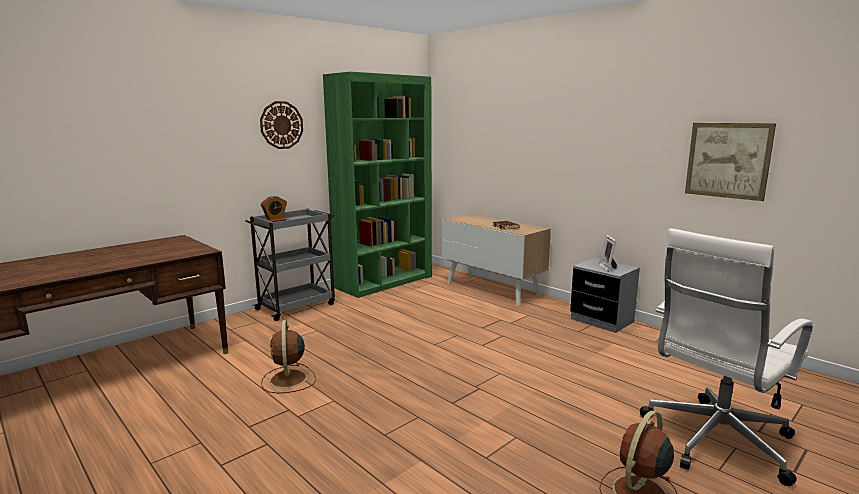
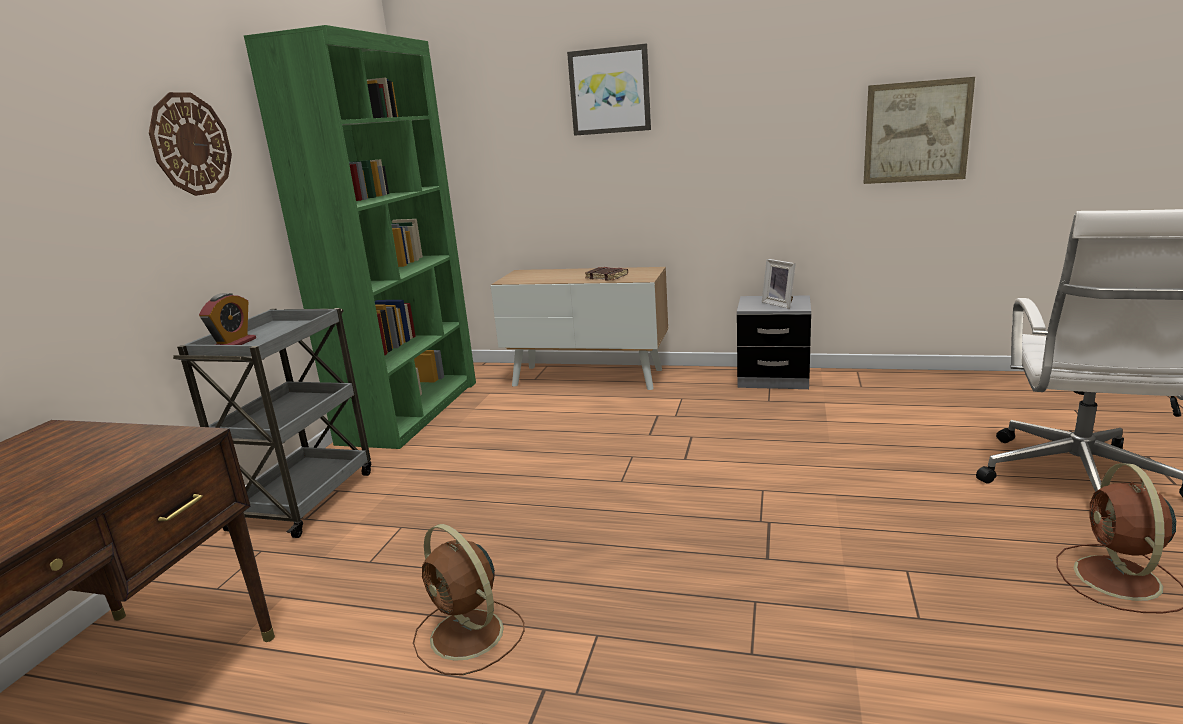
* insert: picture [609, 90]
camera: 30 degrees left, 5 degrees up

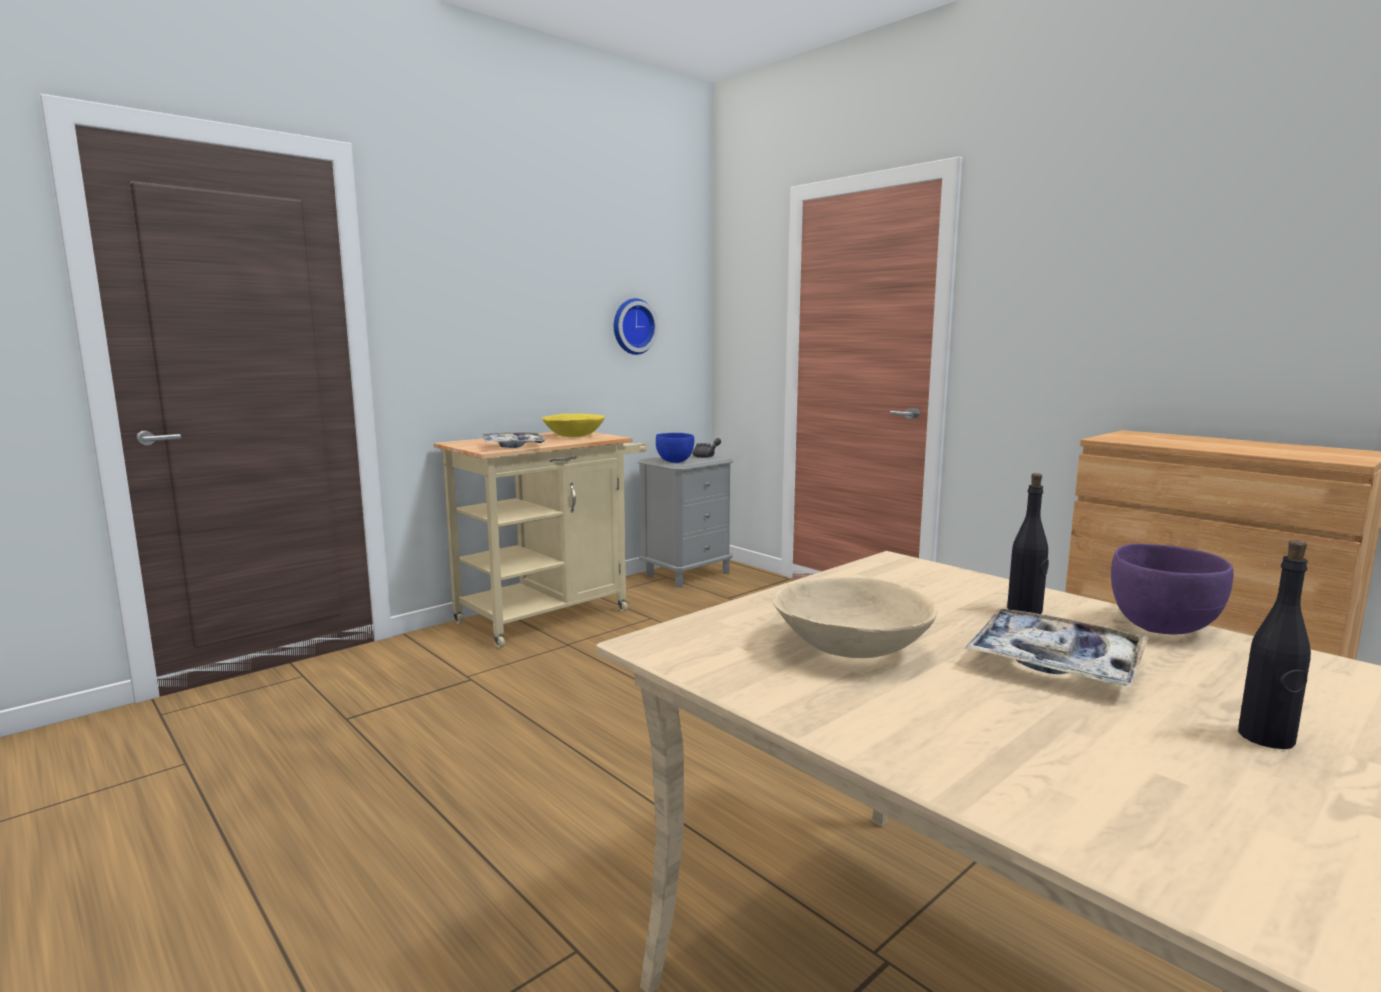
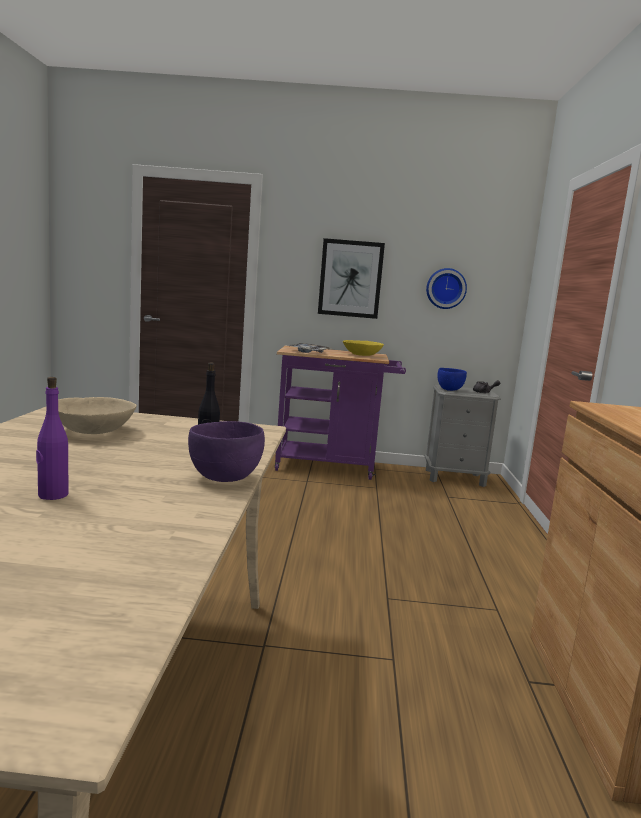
* recolor: black bottle [1274, 644] to purple bottle [52, 438]
* recolor: beige cart [540, 540] to purple cart [340, 413]
* insert: picture [351, 278]
* delete: tray [1057, 647]
camera: 45 degrees right, 0 degrees up

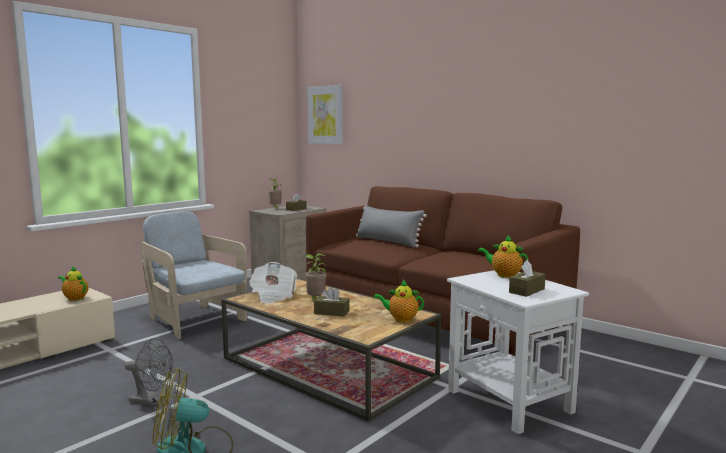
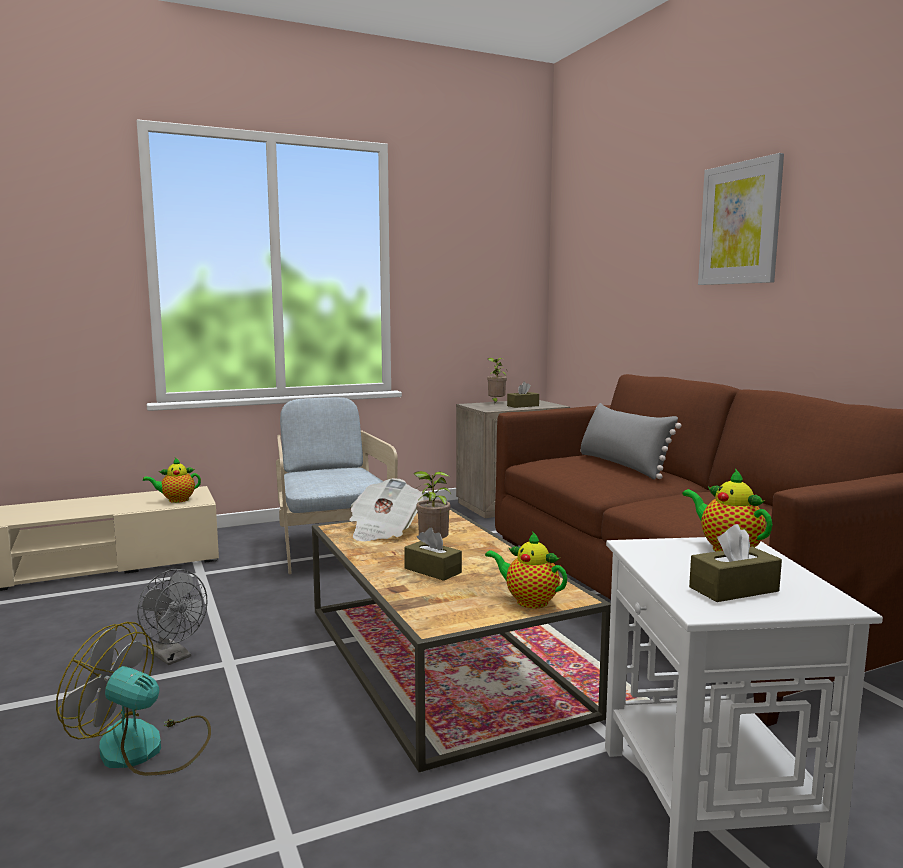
* rotate: teapot [73, 283] = [172, 480] 75 degrees counterclockwise
* move: picture [325, 114] to [741, 219]
camera: 25 degrees right, 0 degrees up

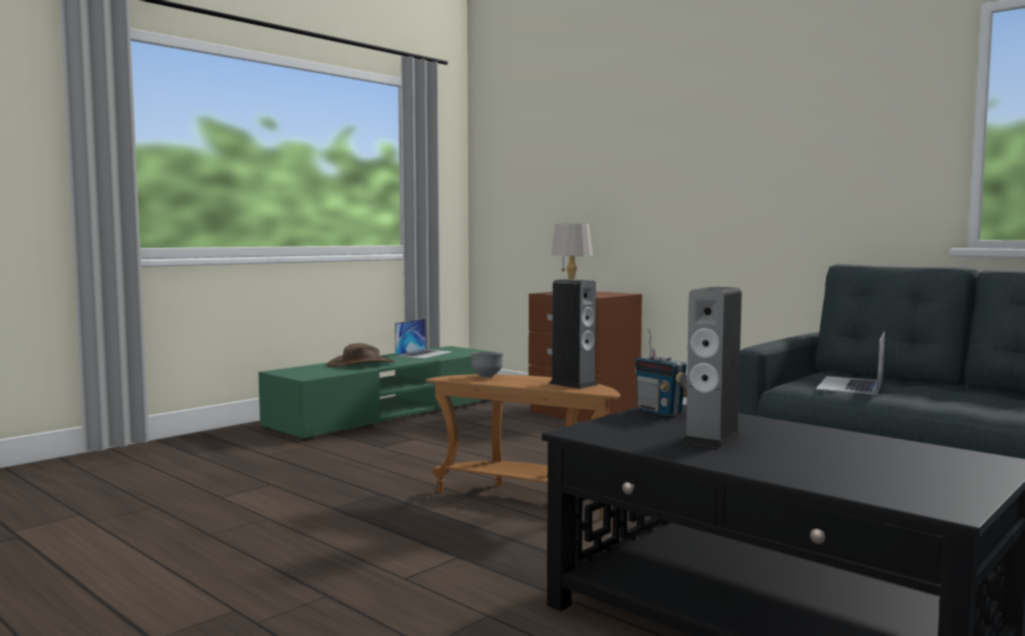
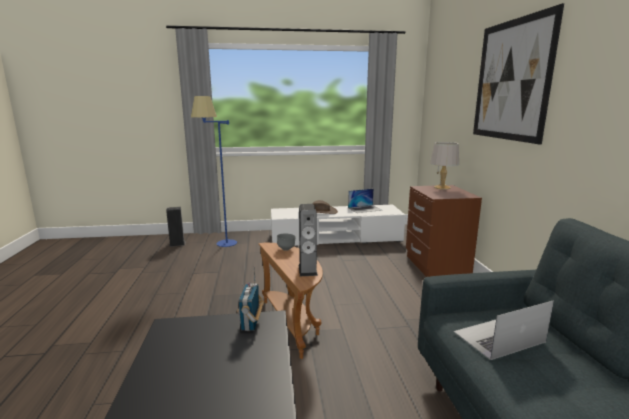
* move: speaker [712, 368] to [175, 227]
* insert: blue floor lamp [214, 171]
* recolor: green tv stand [377, 393] to white tv stand [338, 225]
* insert: picture [518, 74]
camera: 40 degrees right, 10 degrees up

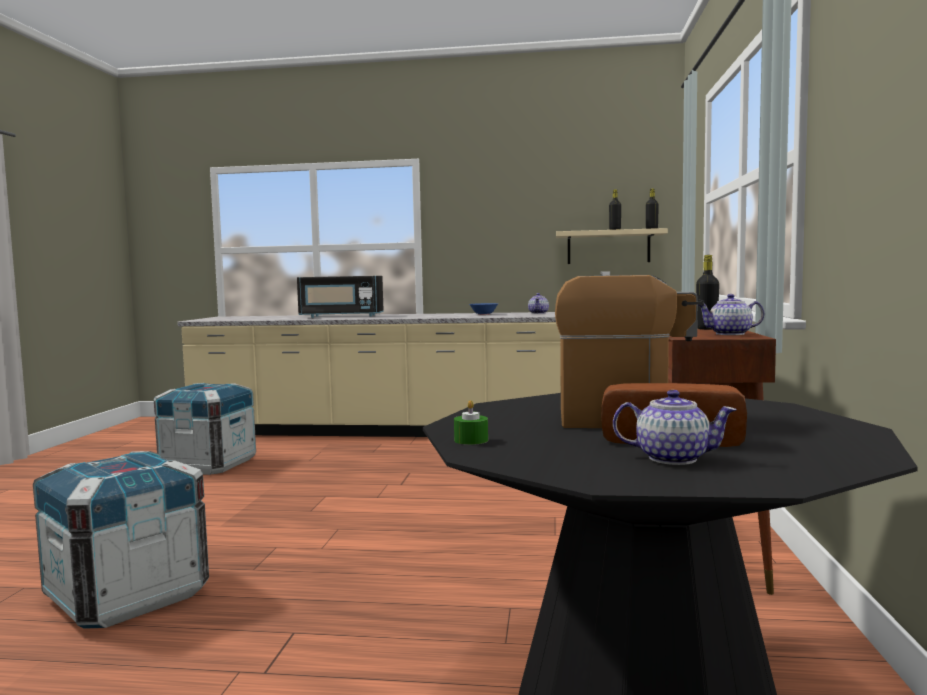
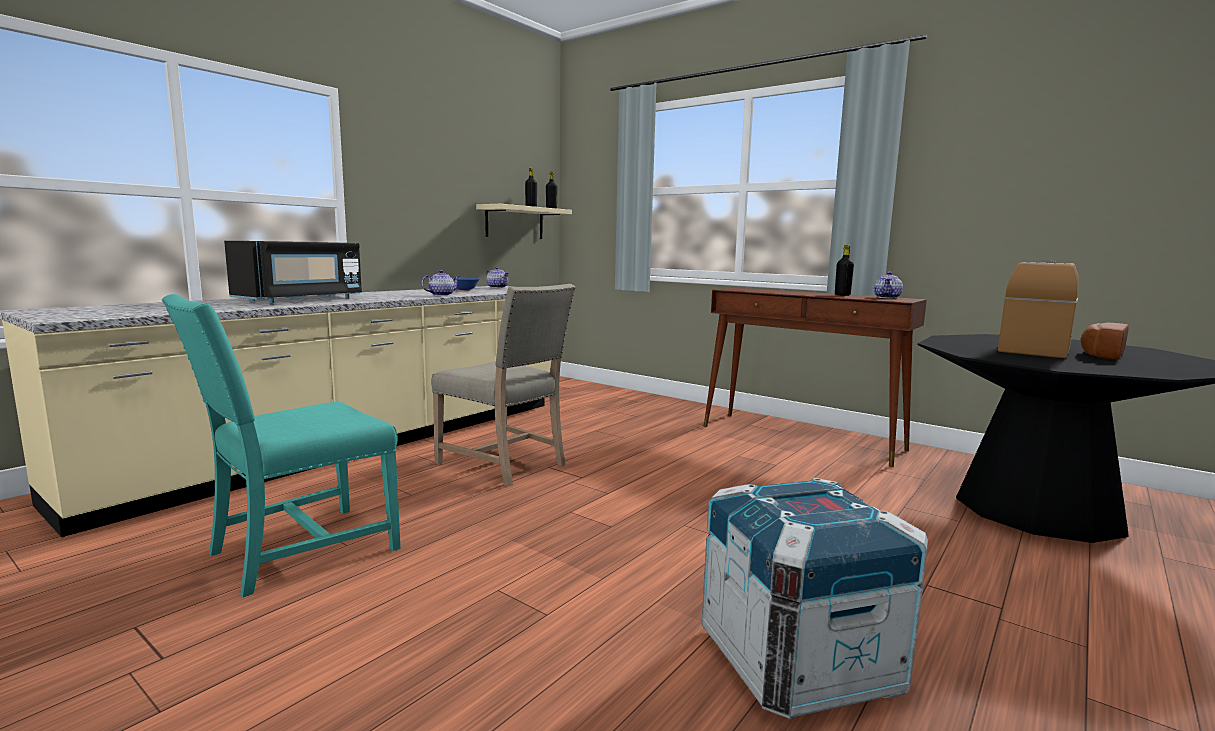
* replace: crate [205, 429] to turquoise chair [281, 445]
* move: teapot [675, 427] to [441, 283]
* insert: beige chair [503, 385]
* delete: green candle [471, 422]
camera: 60 degrees left, 5 degrees up

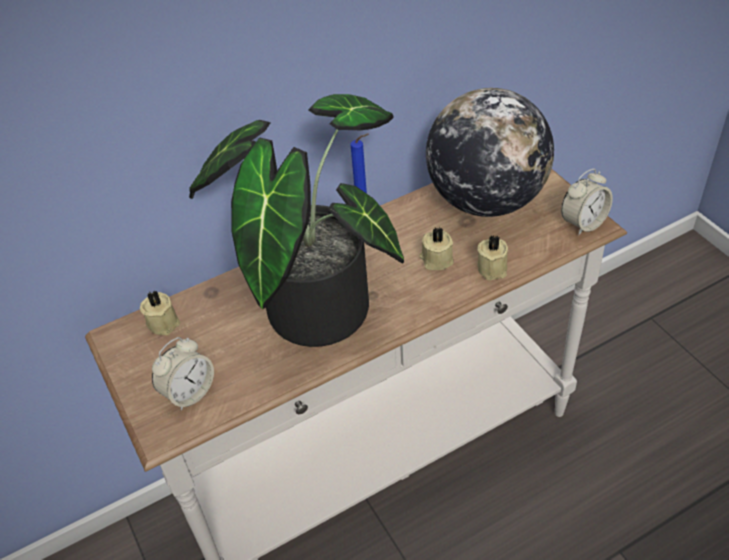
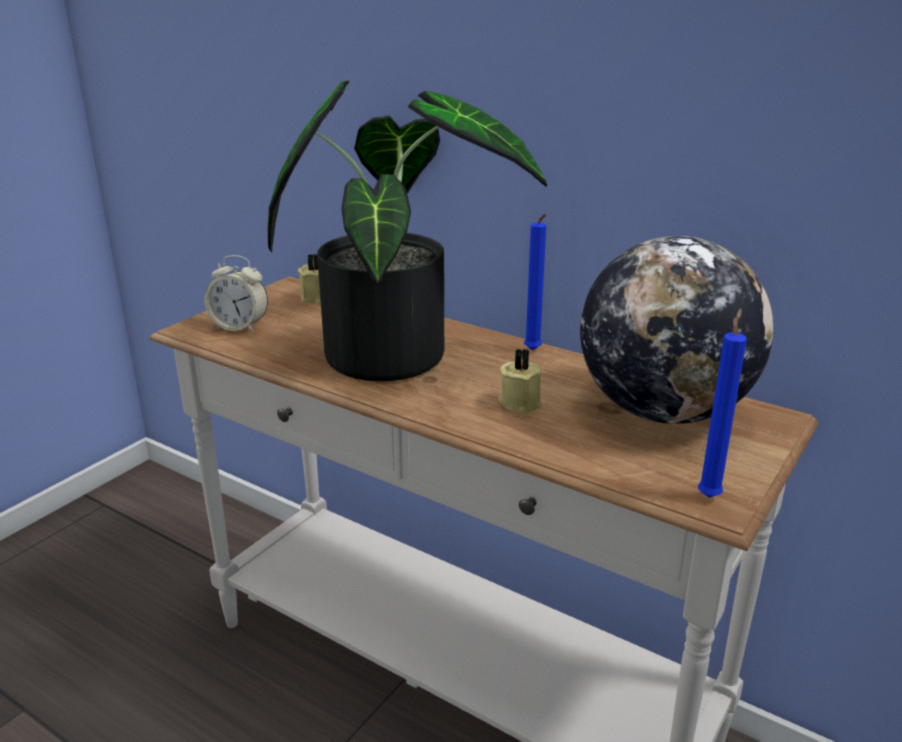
* replace: alarm clock [587, 202] to blue candle [722, 403]
* delete: beige candle [492, 257]
camera: 60 degrees right, 20 degrees down

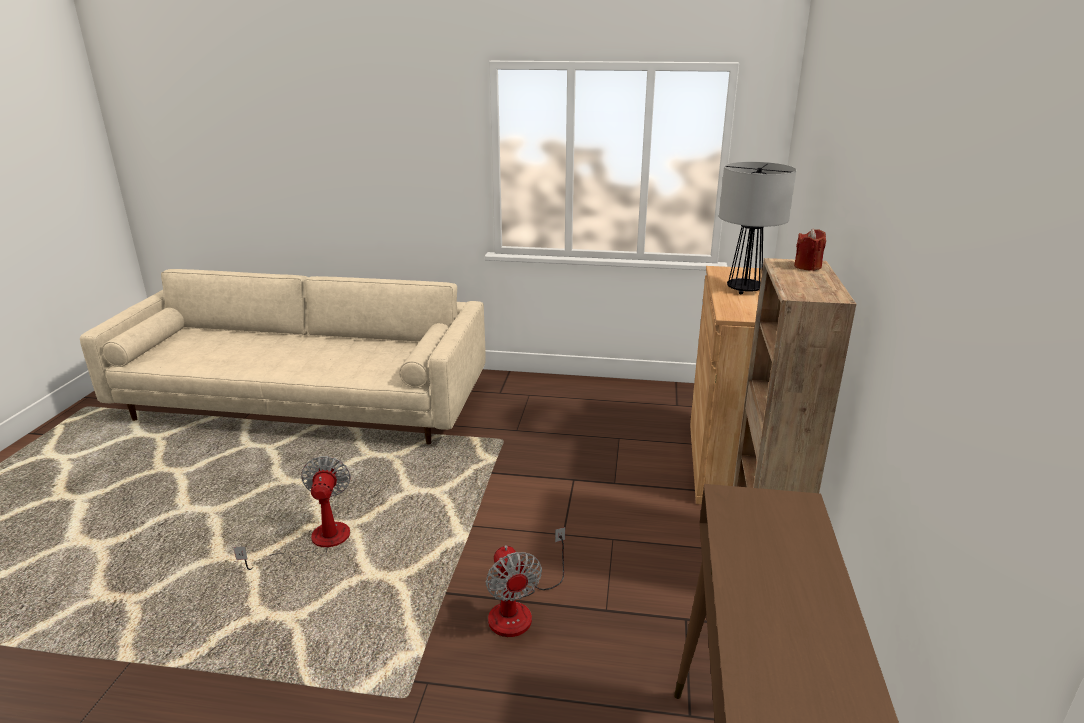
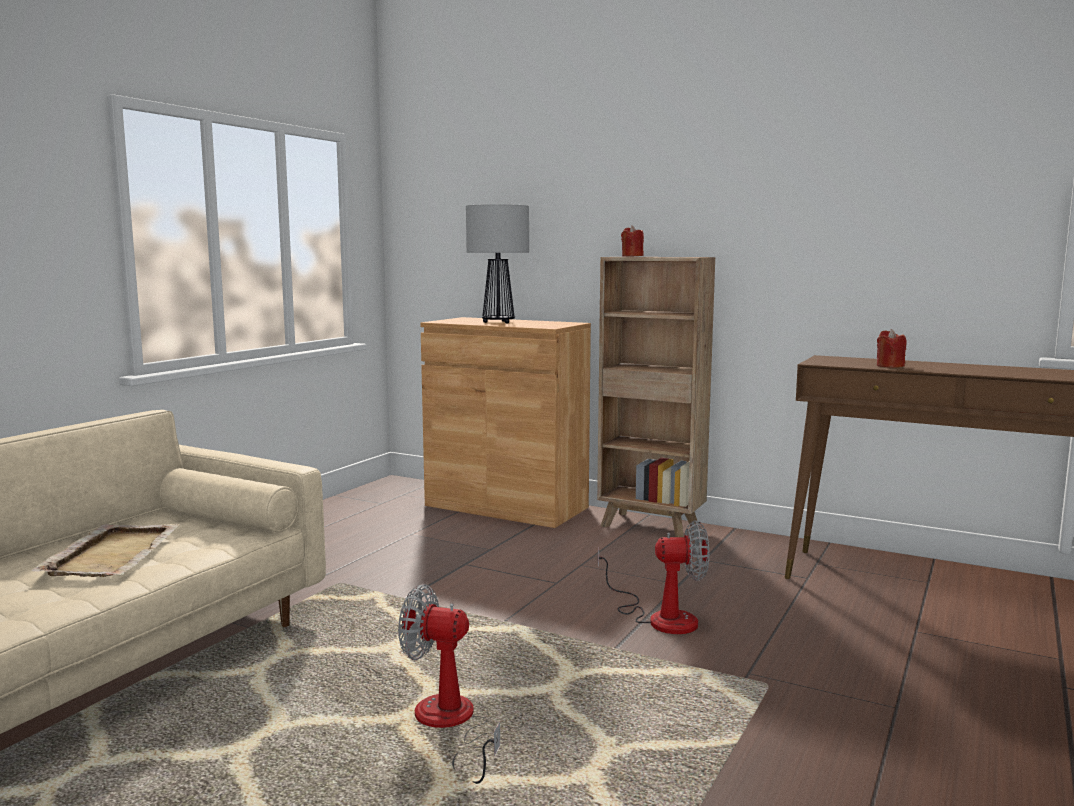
* insert: beige tray [105, 550]
* insert: red candle [891, 348]
camera: 70 degrees left, 15 degrees down

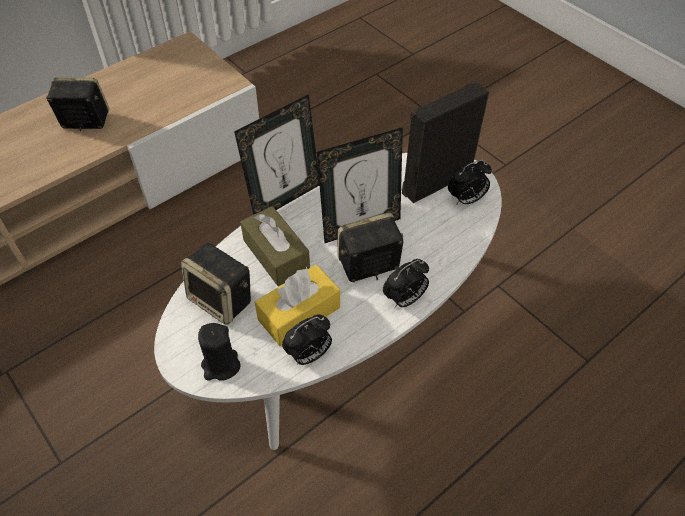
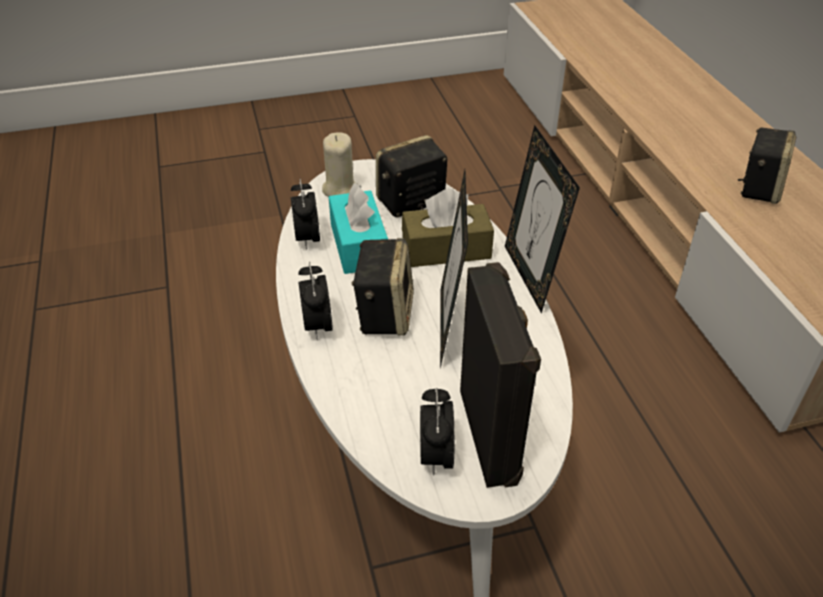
* recolor: black candle [219, 352] to beige candle [339, 164]
* recolor: yellow tissue box [297, 305] to turquoise tissue box [358, 228]
camera: 115 degrees right, 10 degrees down

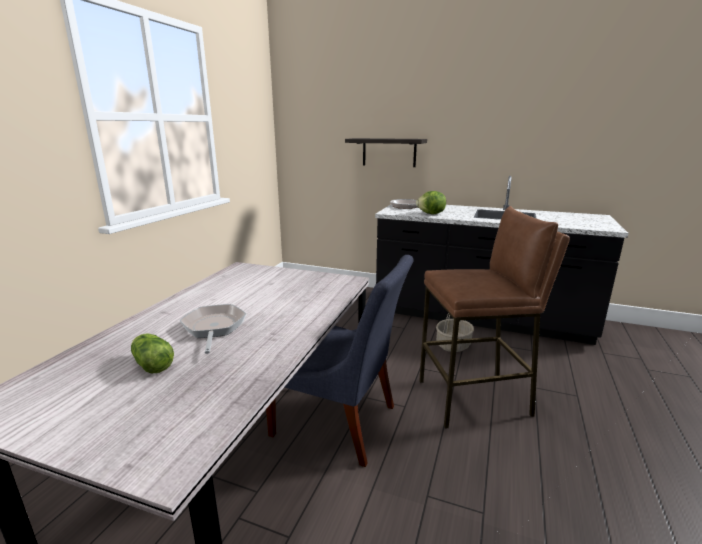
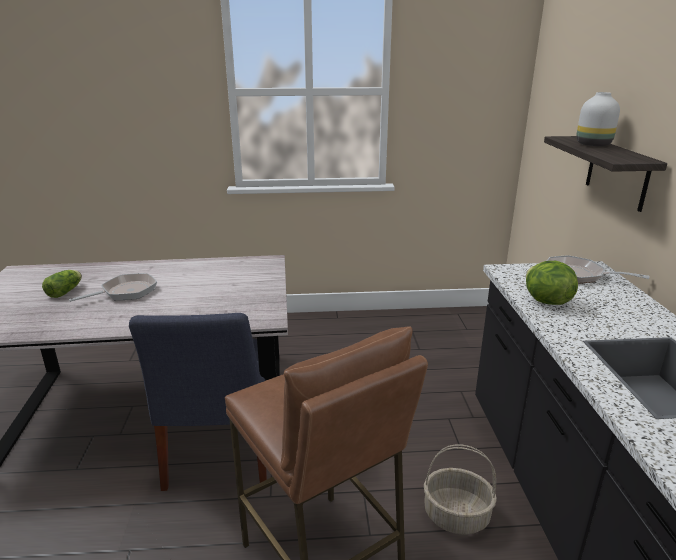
* insert: white vase [598, 119]
camera: 65 degrees right, 5 degrees up

